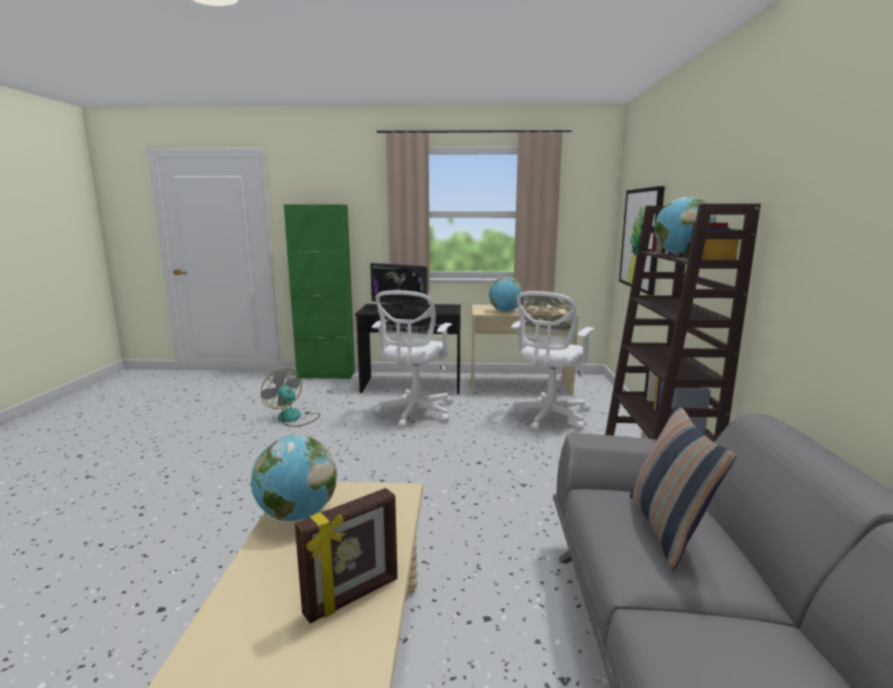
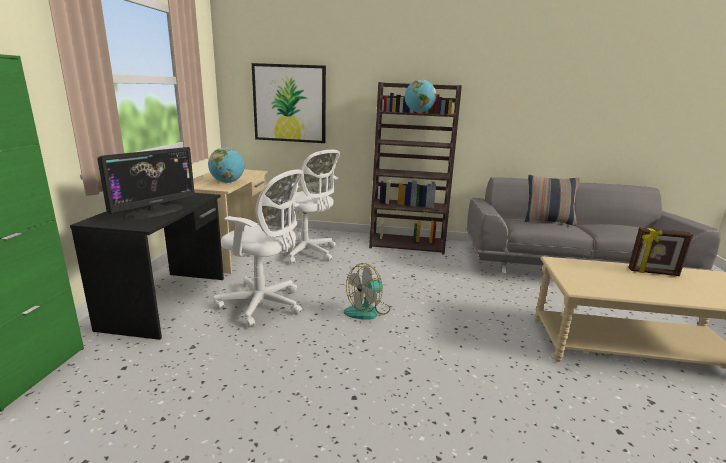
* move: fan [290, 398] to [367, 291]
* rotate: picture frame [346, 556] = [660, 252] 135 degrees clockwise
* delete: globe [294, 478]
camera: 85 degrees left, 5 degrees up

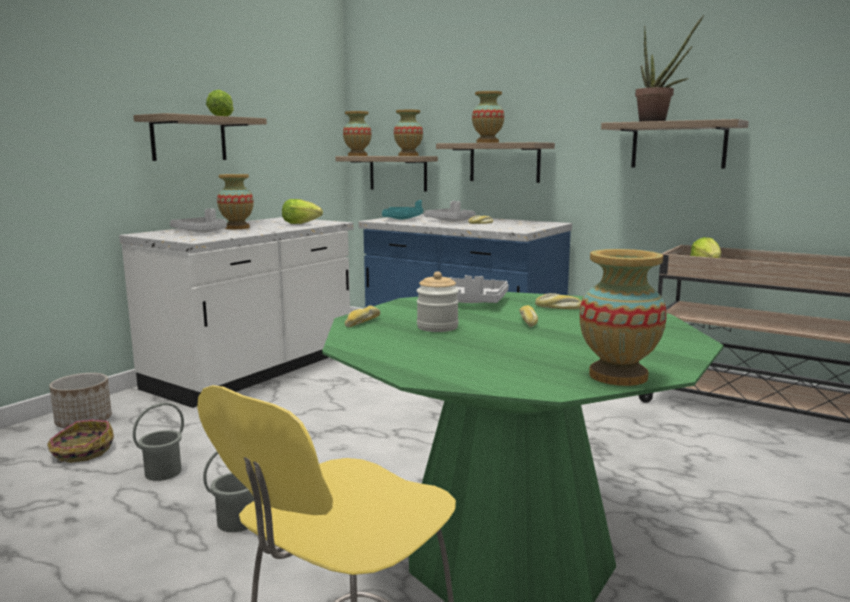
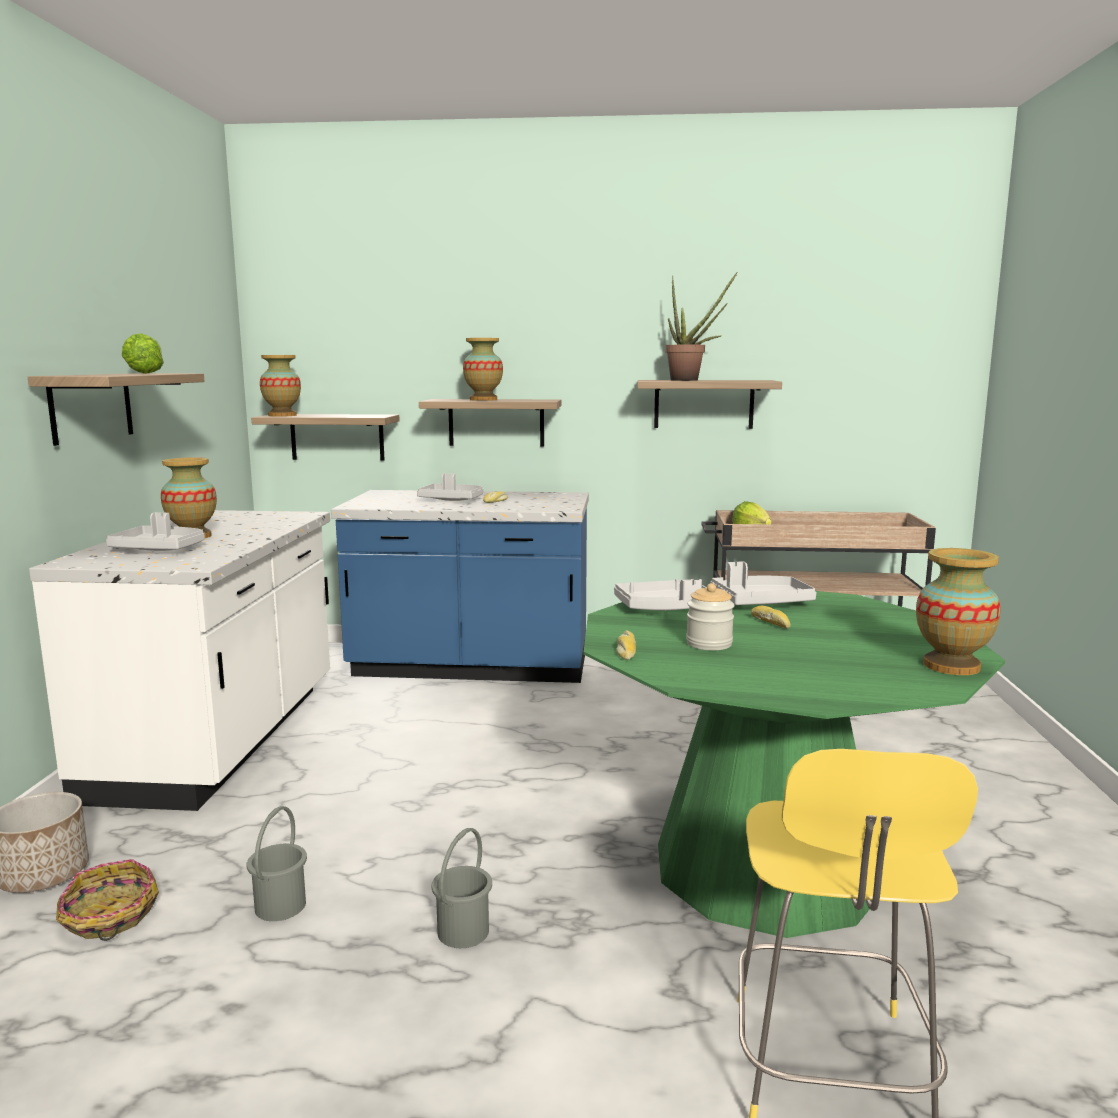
* replace: bread [558, 301] to grey tray [763, 583]
* delete: lettuce [302, 211]
* delete: turquoise tray [402, 210]
* delete: vase [408, 133]
camera: 30 degrees left, 0 degrees up

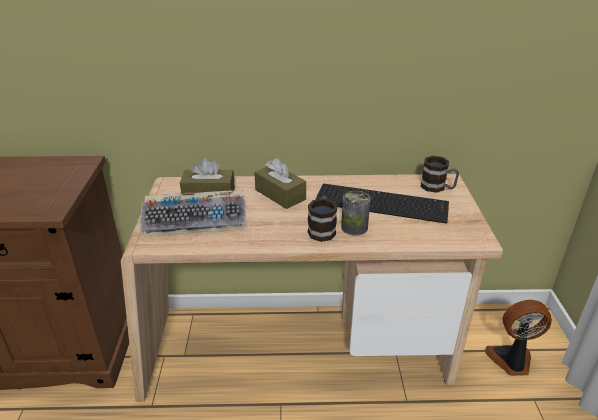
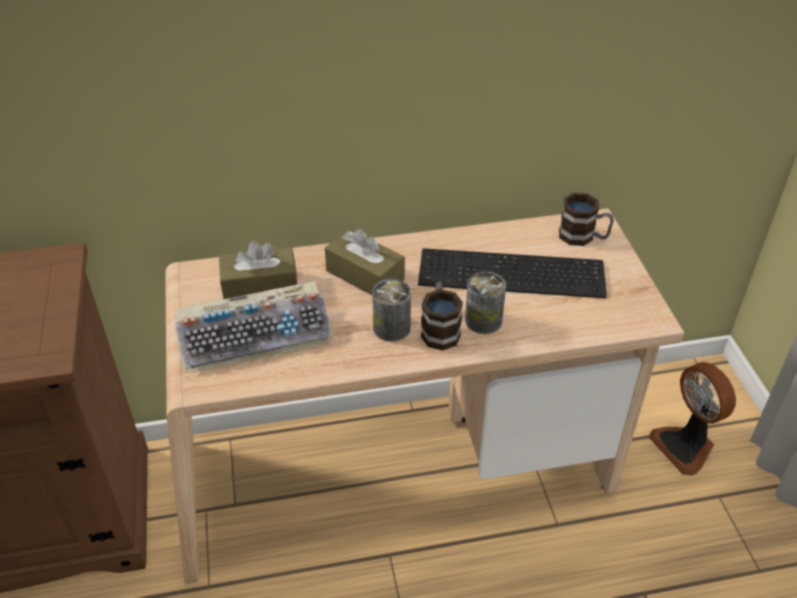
* insert: can [391, 310]
* rotate: fan [518, 338] = [692, 418] 105 degrees counterclockwise
camera: 10 degrees left, 10 degrees up

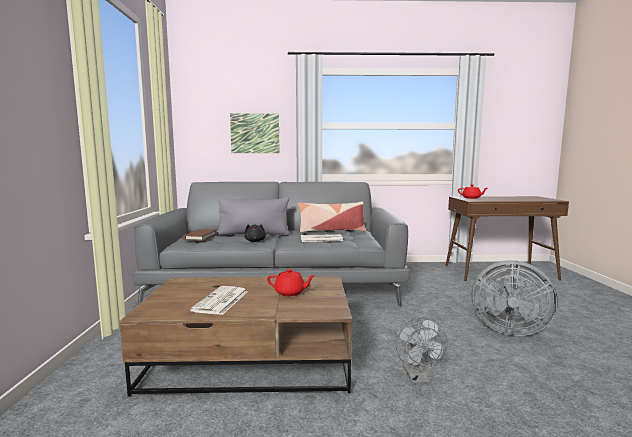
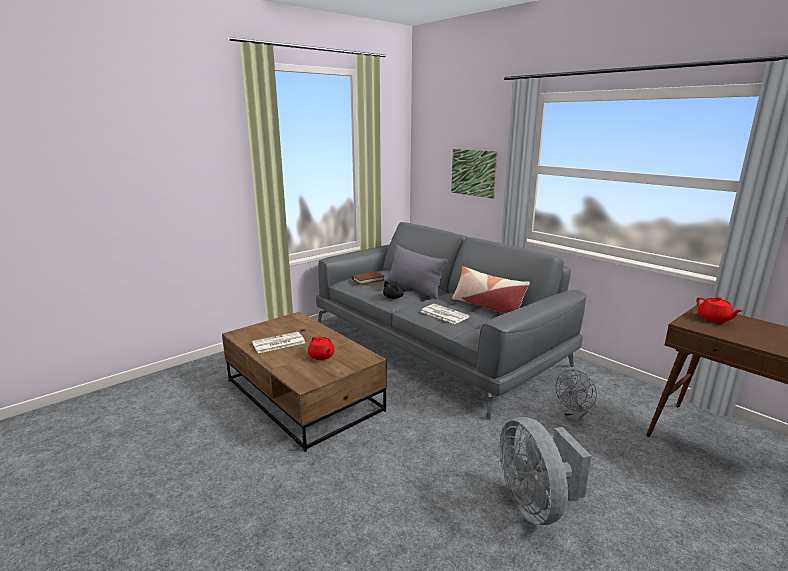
* move: grey fan [421, 349] to [576, 396]
camera: 50 degrees right, 10 degrees up

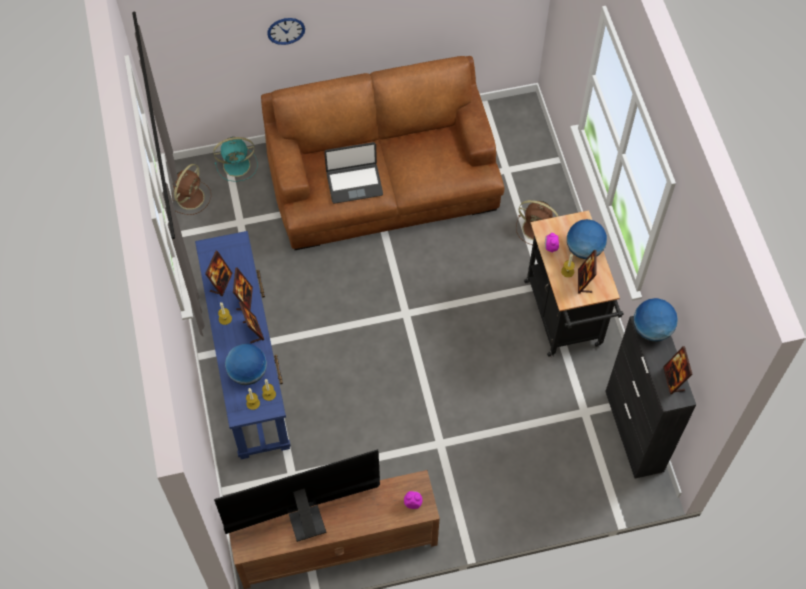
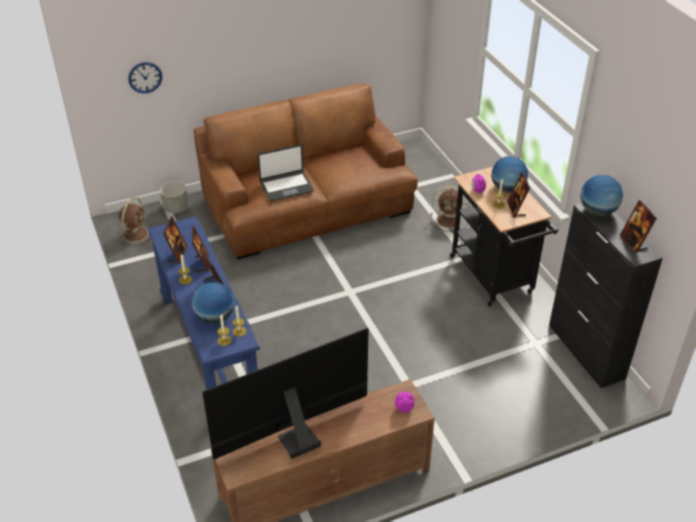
* move: wall clock [286, 31] to [145, 77]
* replace: turquoise fan [235, 159] to grey planter [174, 197]
camera: 10 degrees left, 20 degrees down

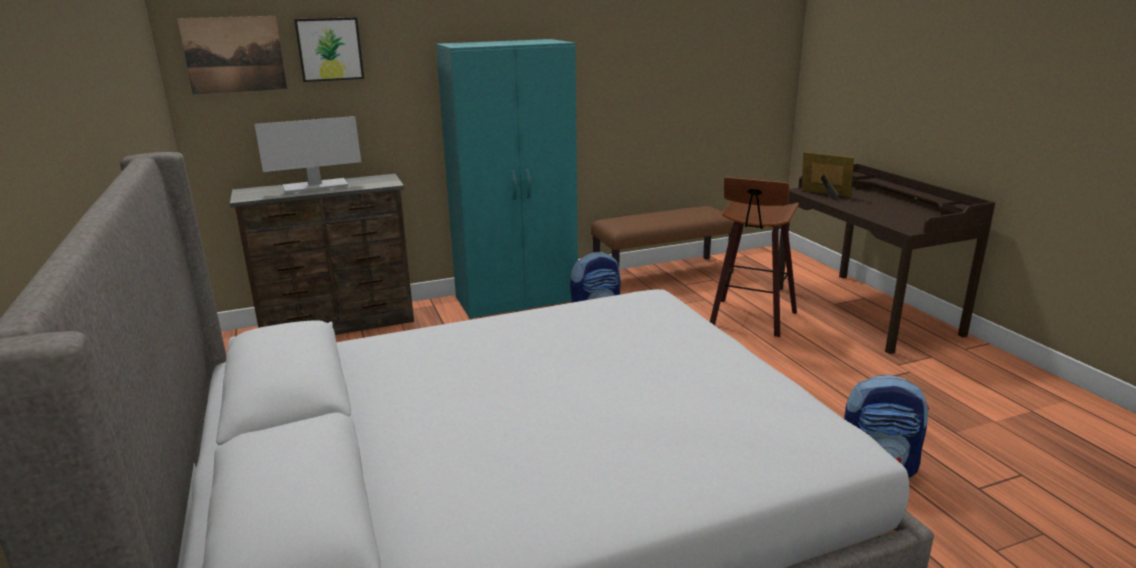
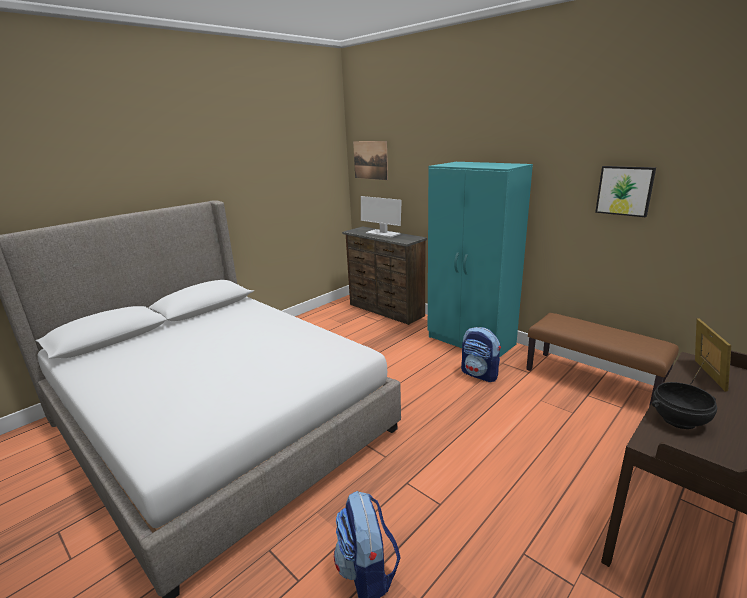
* move: picture [329, 49] to [625, 191]
* insert: black bowl [684, 405]
* delete: stool [754, 257]
camera: 65 degrees right, 0 degrees up

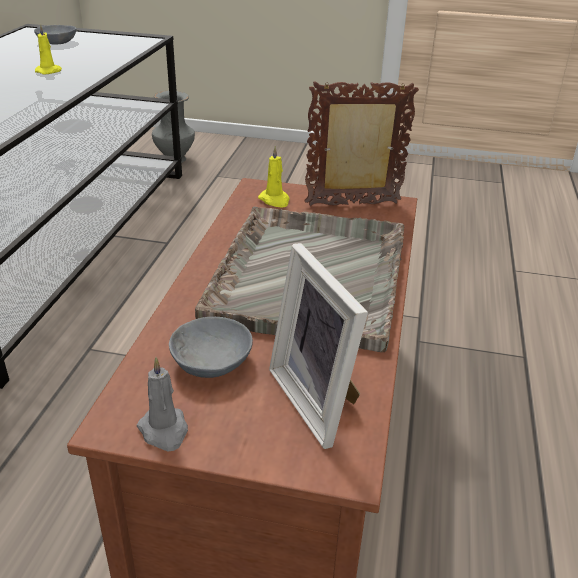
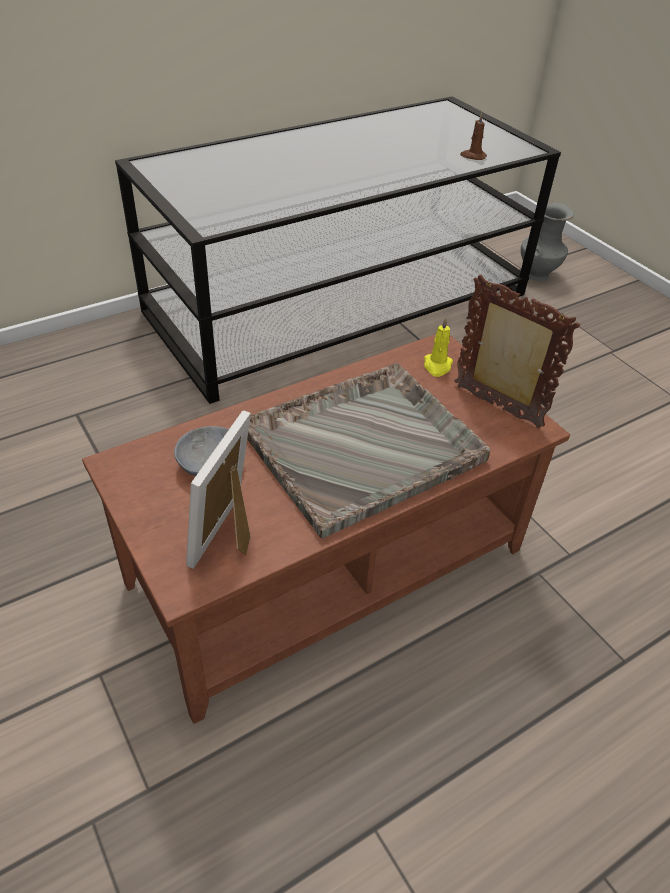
* insert: brown candle [473, 136]
* delete: grey bowl [55, 35]
* delete: yellow candle [48, 49]
* delete: grey candle [162, 404]
camera: 45 degrees right, 10 degrees up

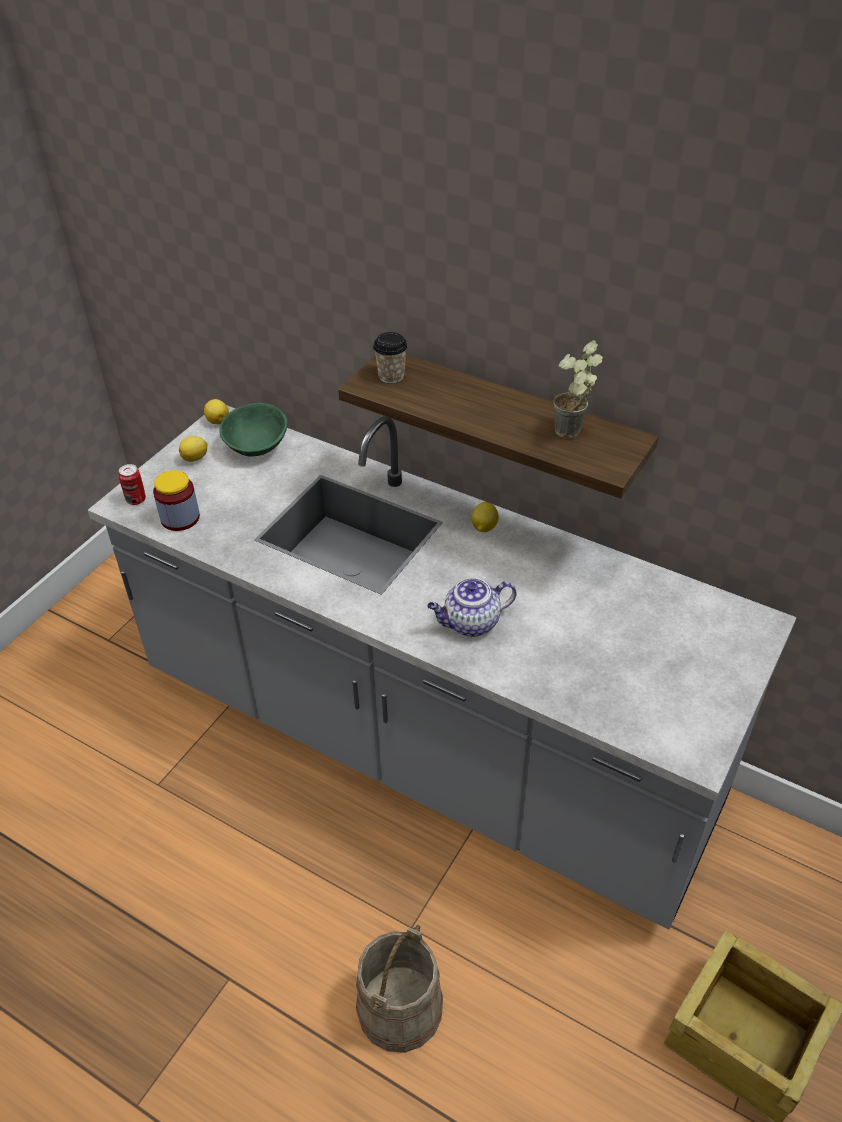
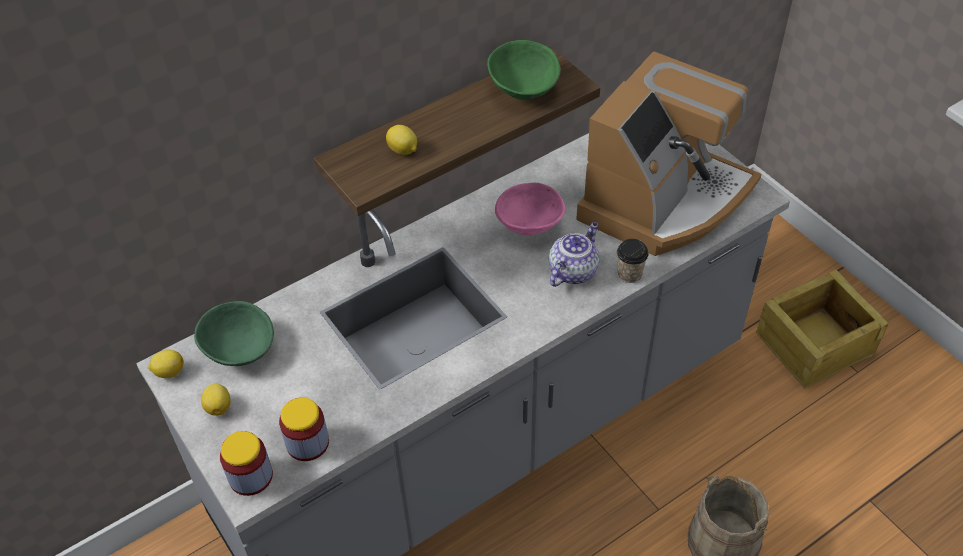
* replace: can [132, 484] to jar [246, 463]
* move: lemon [485, 517] to [401, 140]
* replace: potted plant [578, 389] to green bowl [524, 70]
* insert: pink bowl [530, 209]
* rotate: teapot [472, 607] = [574, 254] 150 degrees counterclockwise
* insert: coffee machine [668, 154]
* move: cup [390, 358] to [633, 261]
camera: 65 degrees left, 5 degrees up

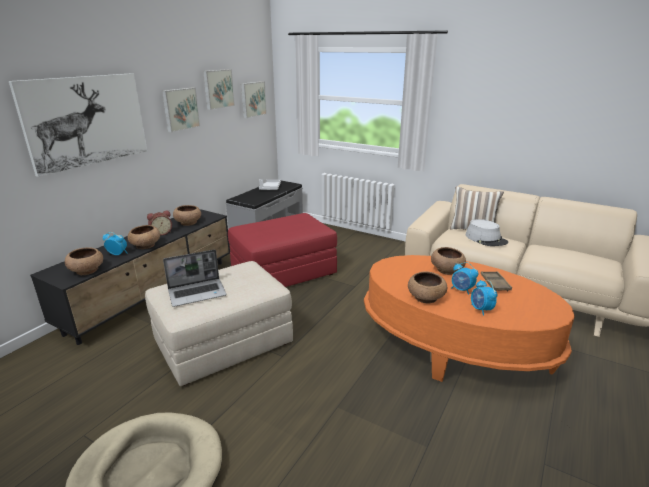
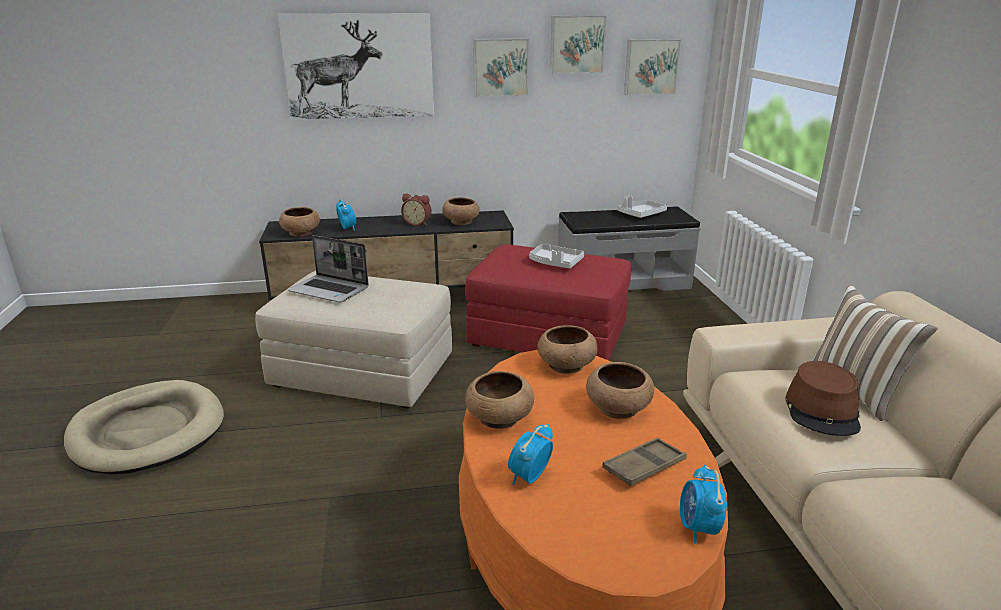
* insert: grey tray [556, 256]
* move: brown bowl [144, 237] to [567, 349]
* move: alarm clock [464, 278] to [703, 504]
* recolor: grey hat [486, 232] to brown hat [823, 398]
camera: 50 degrees right, 0 degrees up

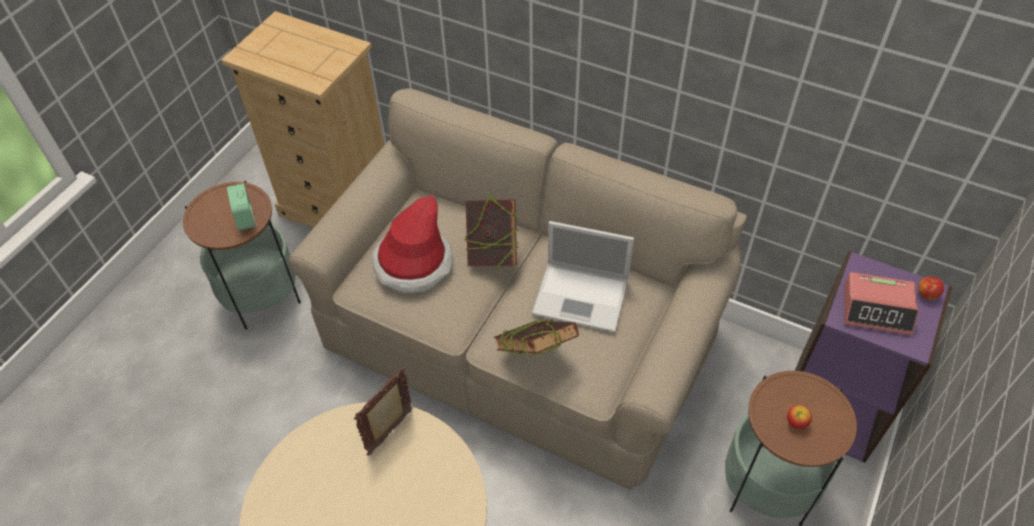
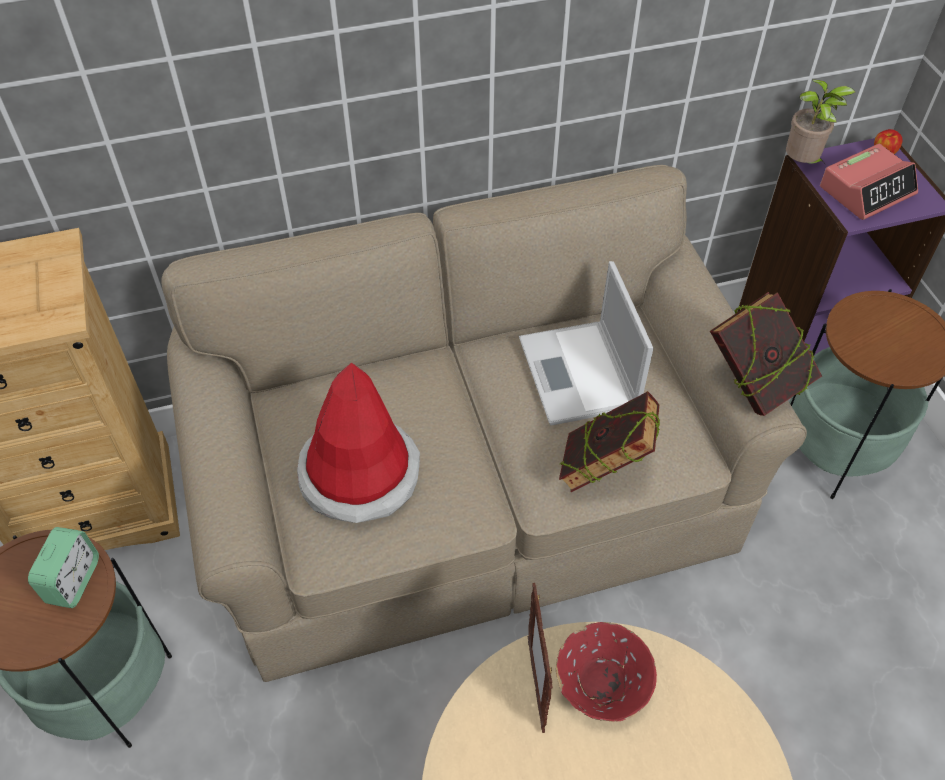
* rotate: alarm clock [241, 206] = [63, 567] 105 degrees counterclockwise
* rotate: laptop [583, 276] = [586, 343] 105 degrees clockwise
* insert: red bowl [606, 672]
* move: book [491, 232] to [766, 354]
* insert: potted plant [821, 121]
* delete: apple [799, 417]
camera: 45 degrees left, 0 degrees up

